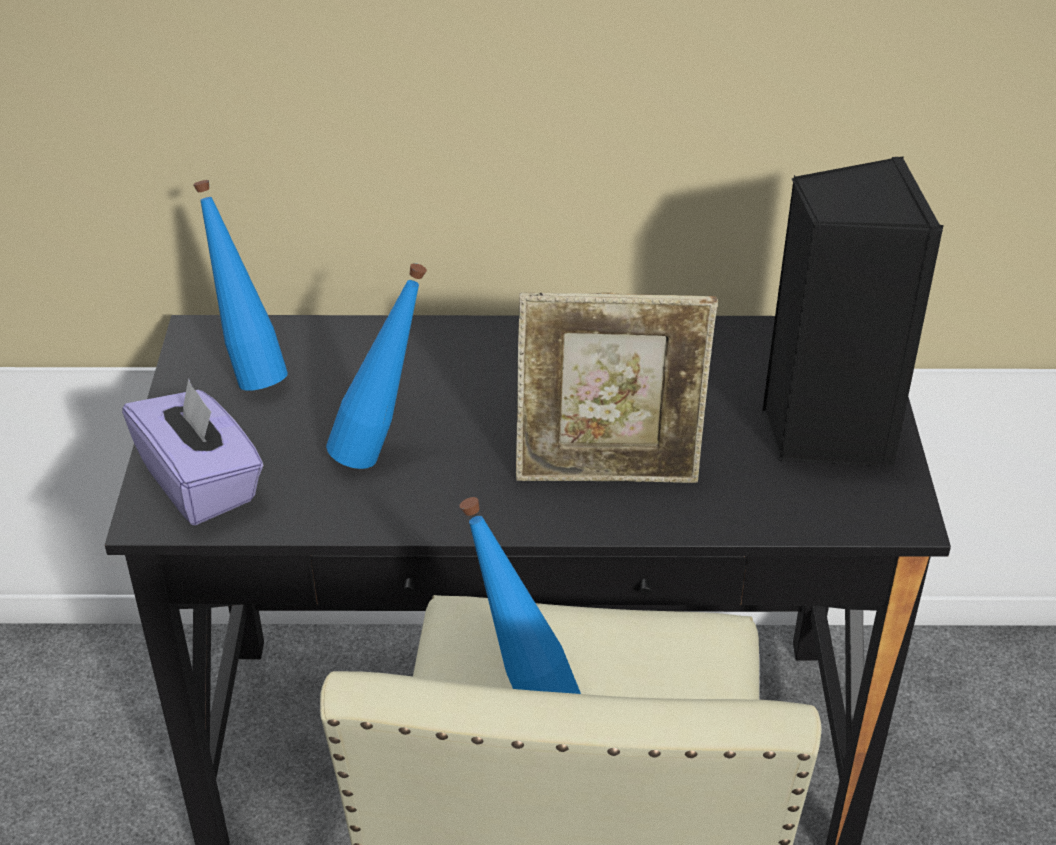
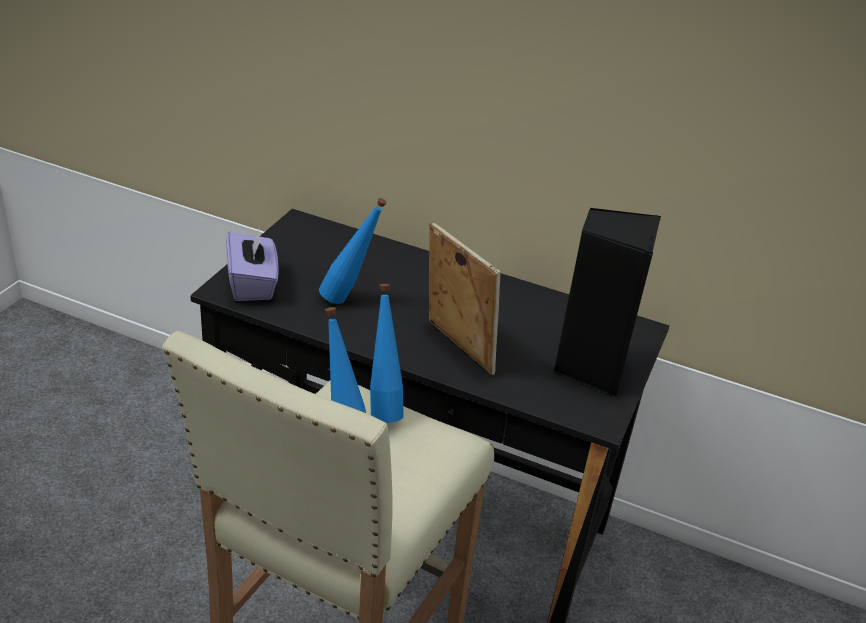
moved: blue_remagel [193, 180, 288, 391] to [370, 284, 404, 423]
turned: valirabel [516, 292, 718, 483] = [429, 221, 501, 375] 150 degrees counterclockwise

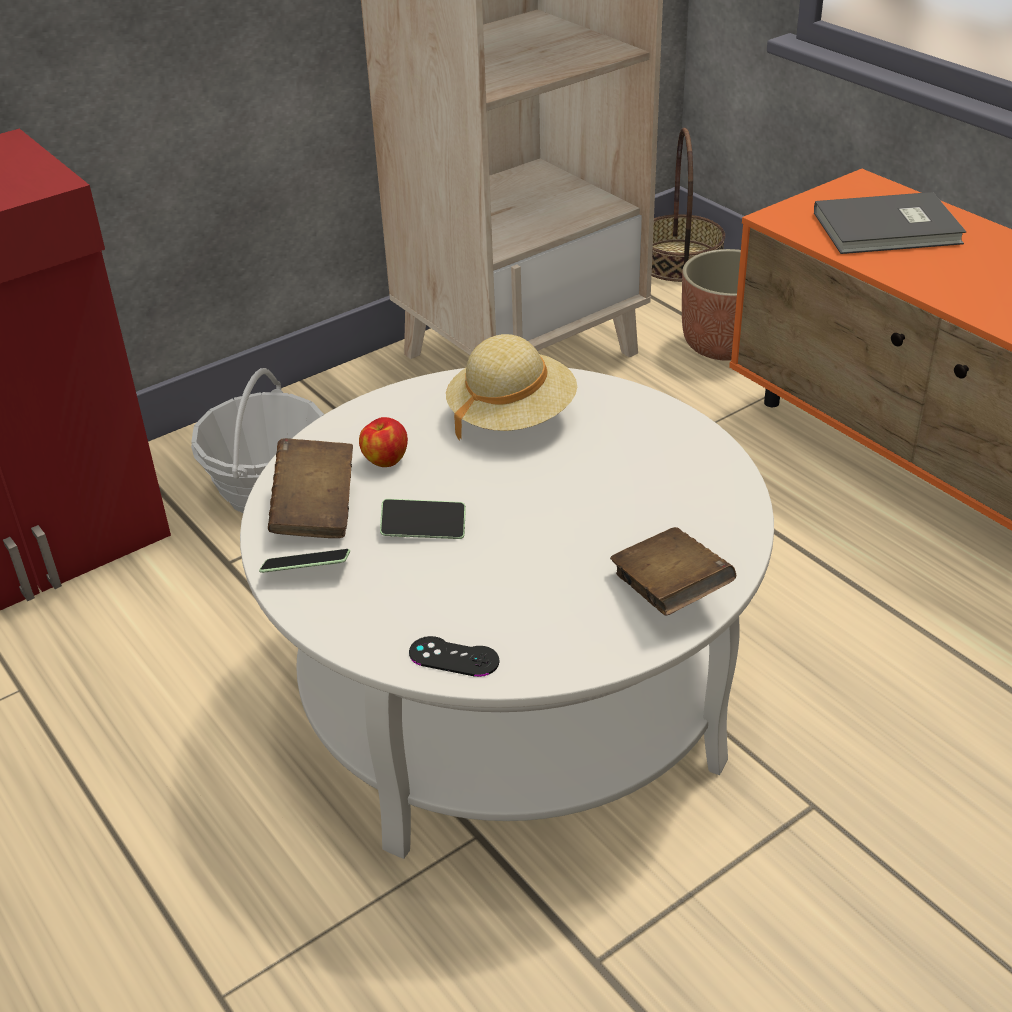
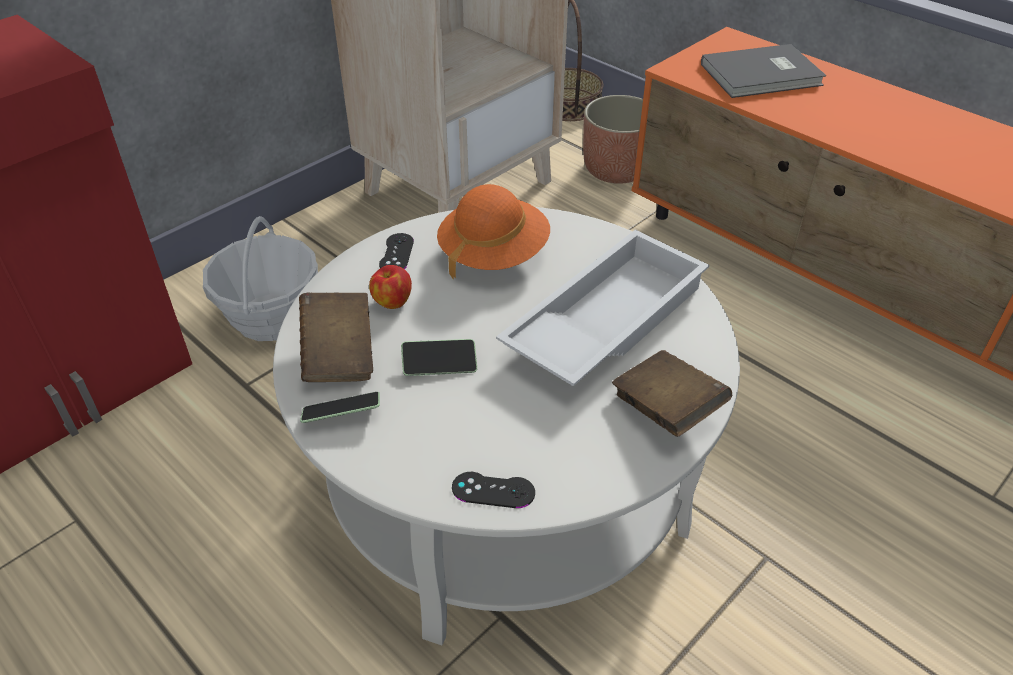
added: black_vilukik [379, 233, 414, 269]; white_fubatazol [496, 230, 709, 386]
recoloured: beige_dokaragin [446, 334, 577, 441] to orange_dokaragin [437, 184, 550, 280]

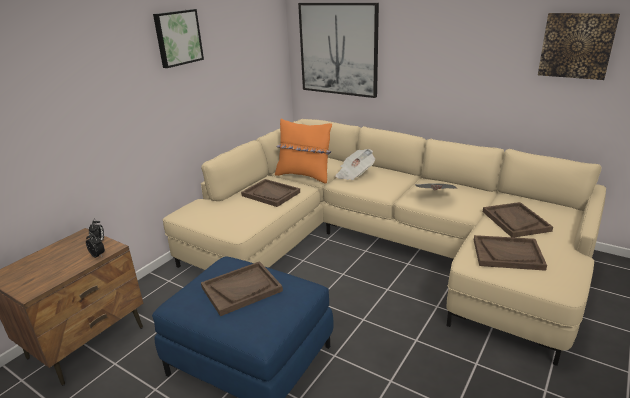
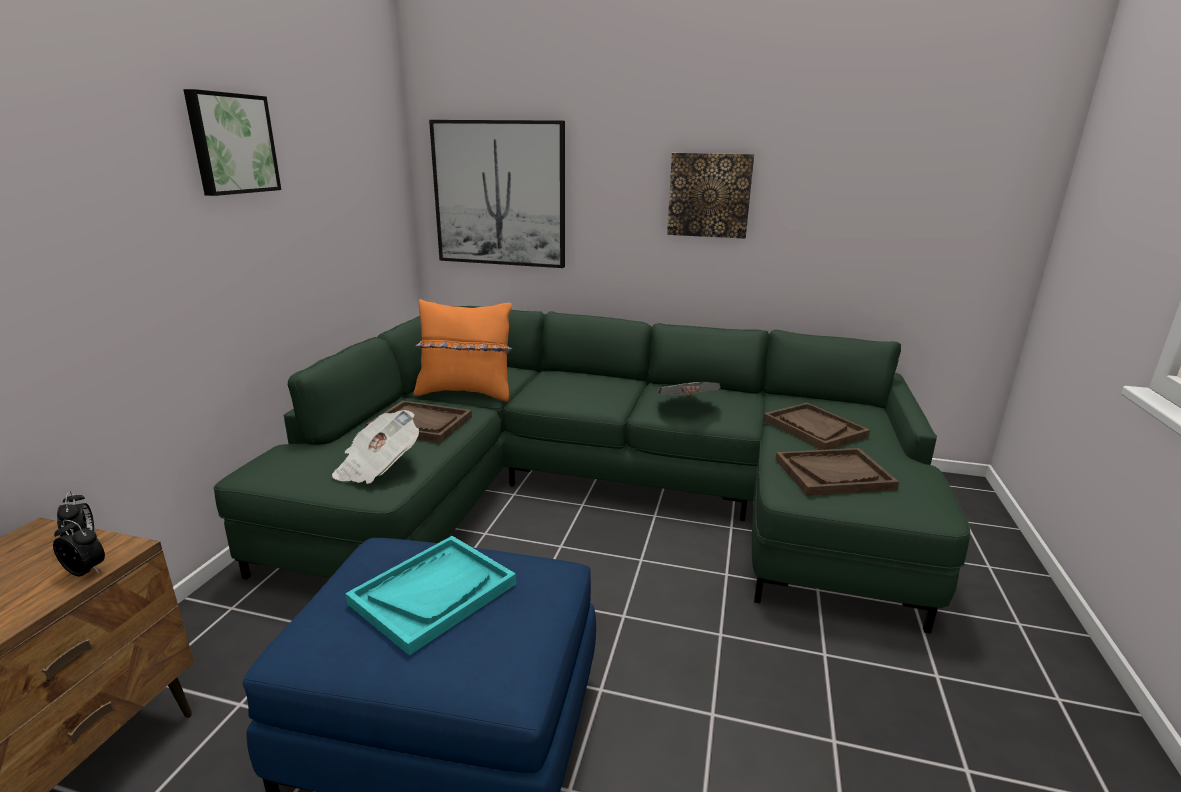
moved: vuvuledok [335, 149, 375, 180] to [332, 410, 419, 484]; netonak [538, 13, 620, 80] to [667, 153, 754, 239]
recoloured: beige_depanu [163, 119, 606, 366] to green_depanu [213, 306, 970, 634]; brown_fubatazol [201, 261, 283, 316] to turquoise_fubatazol [345, 536, 516, 656]

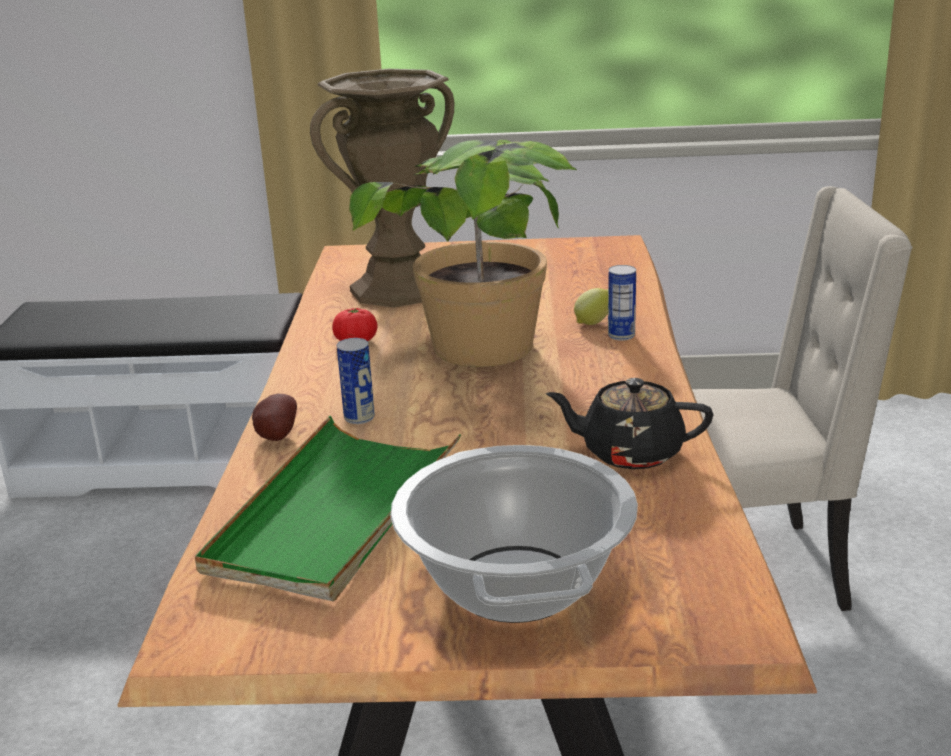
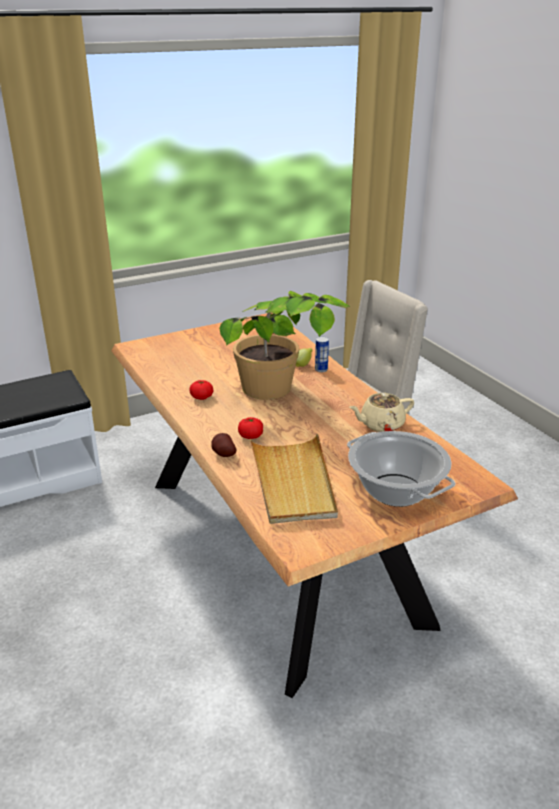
removed: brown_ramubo [310, 69, 454, 307]
replaced: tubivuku [337, 338, 375, 424] to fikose [238, 417, 263, 439]
recoloured: green_fubatazol [195, 416, 461, 601] to beige_fubatazol [250, 434, 338, 524]; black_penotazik [545, 378, 713, 469] to beige_penotazik [349, 393, 414, 432]

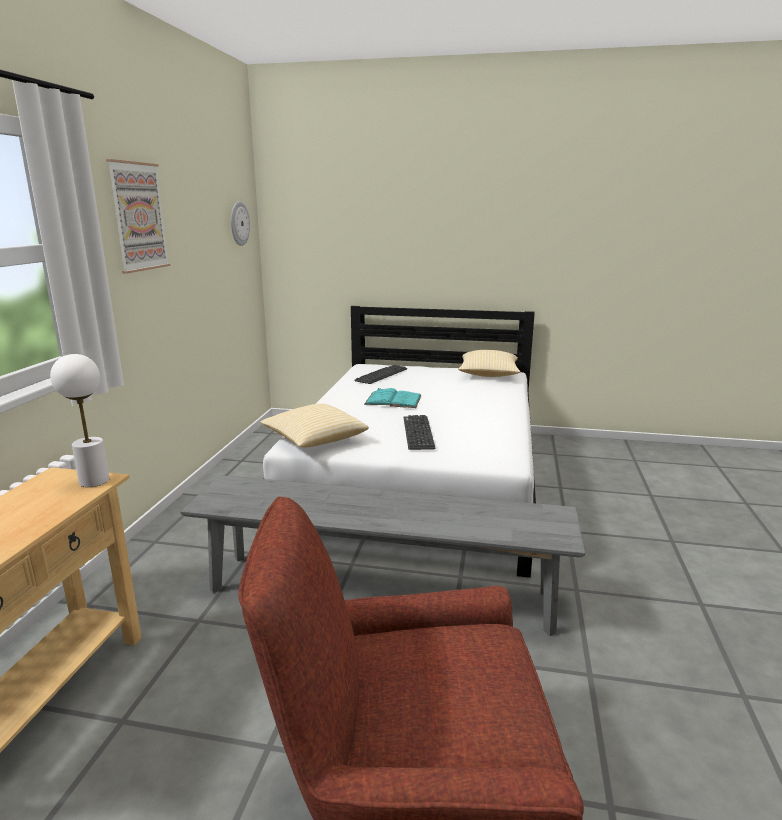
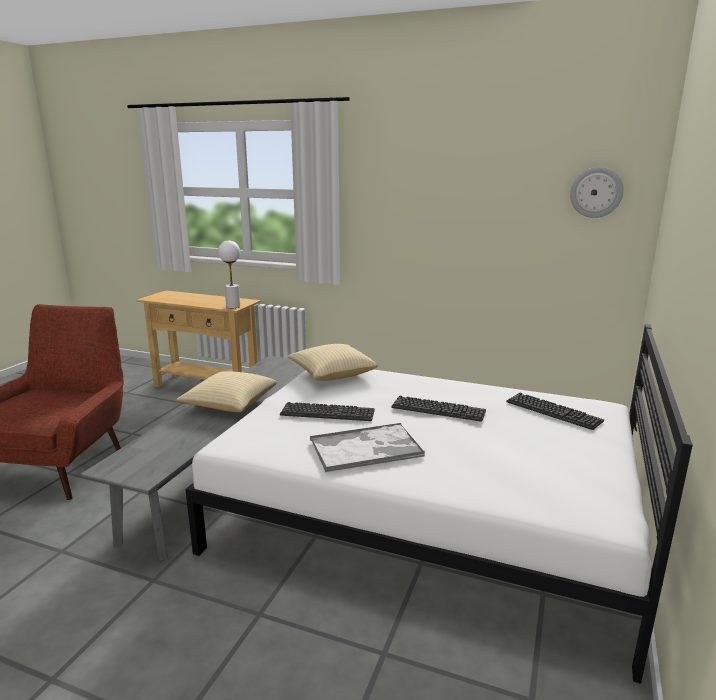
removed: netonak [106, 159, 170, 273]
added: fubatazol [310, 423, 425, 472]
moved: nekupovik [458, 350, 520, 377] to [176, 371, 277, 412]
replaced: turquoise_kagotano [364, 388, 422, 408] to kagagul [391, 396, 486, 422]

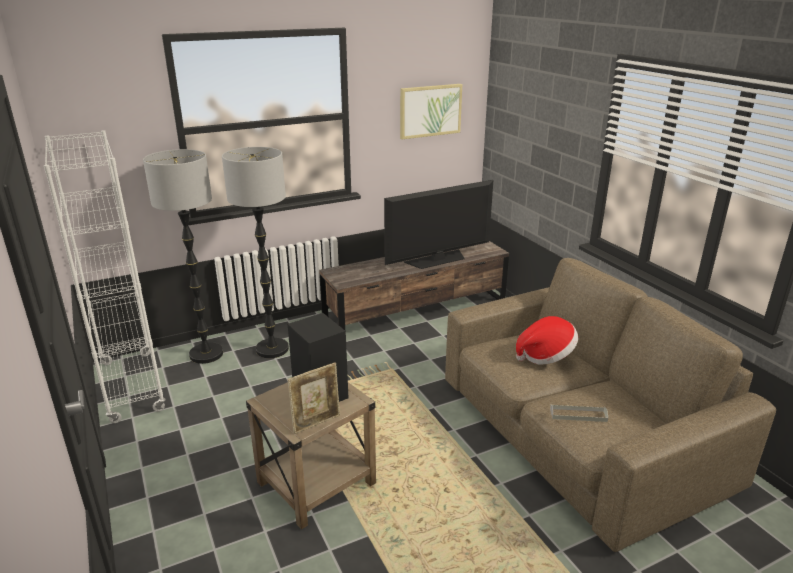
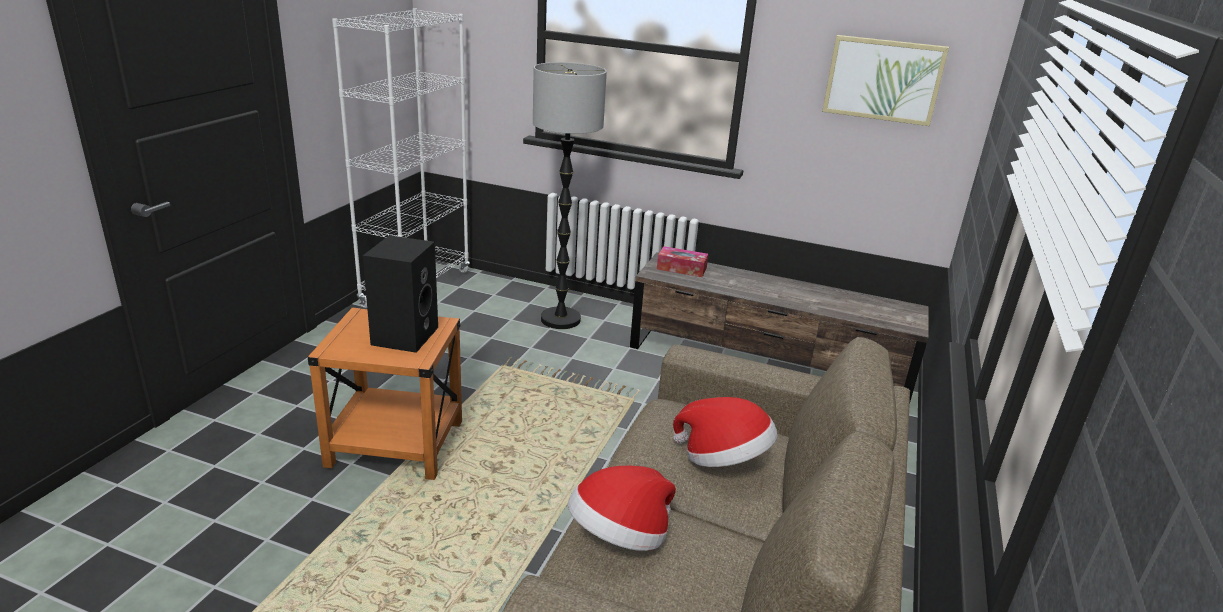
removed: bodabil [143, 149, 223, 364]; valirabel [288, 363, 340, 434]; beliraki [384, 180, 493, 269]
added: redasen [657, 246, 708, 277]
replaced: grey_fubatazol [550, 405, 608, 422] to dokaragin [568, 466, 676, 551]
recoloured: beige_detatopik [246, 382, 376, 529] to orange_detatopik [308, 308, 462, 480]

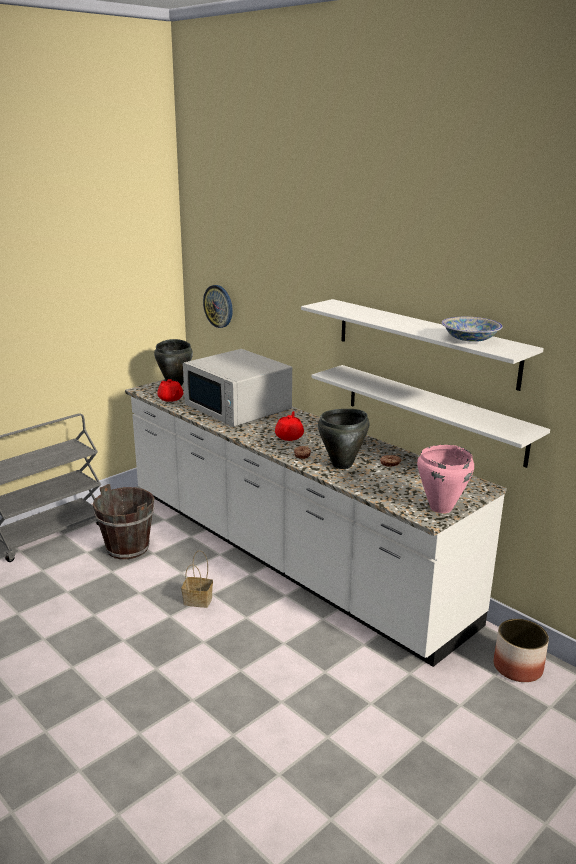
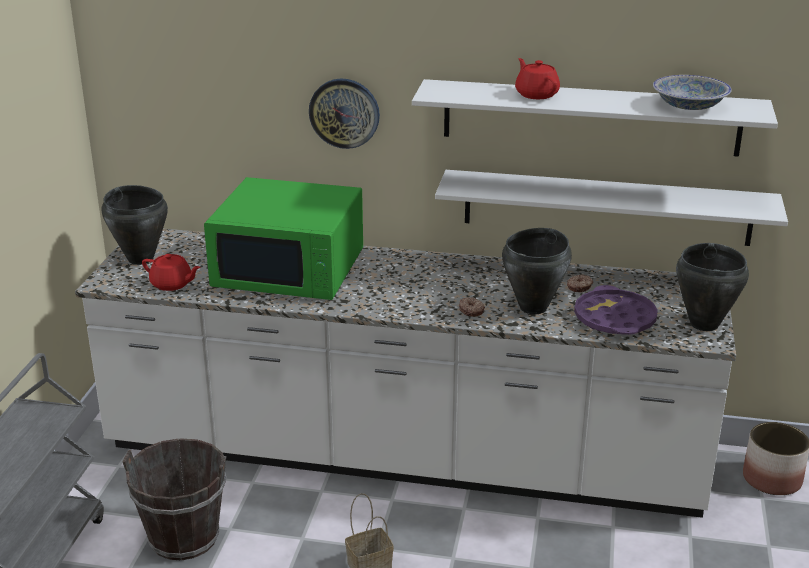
added: purple_fubatazol [574, 285, 658, 335]
moved: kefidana [203, 285, 233, 328] to [309, 79, 380, 149]; red_penotazik [275, 411, 304, 441] to [515, 58, 560, 99]
recoloured: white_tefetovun [183, 349, 292, 427] to green_tefetovun [204, 177, 363, 300]; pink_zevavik [417, 445, 474, 513] to black_zevavik [676, 243, 749, 331]

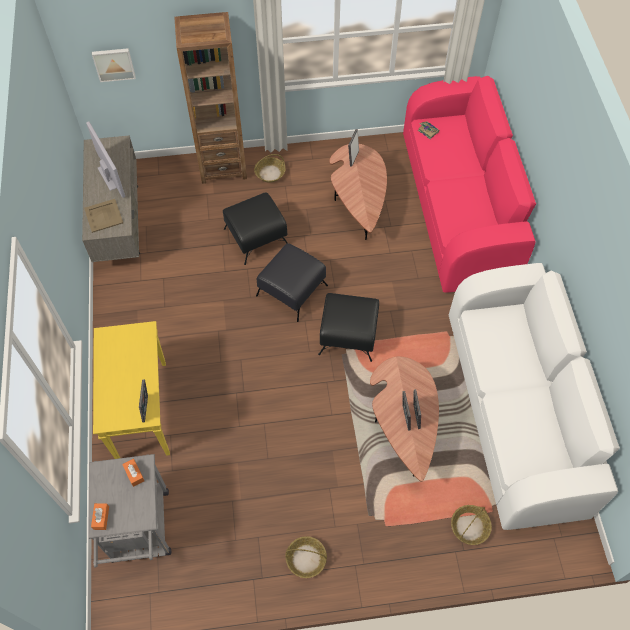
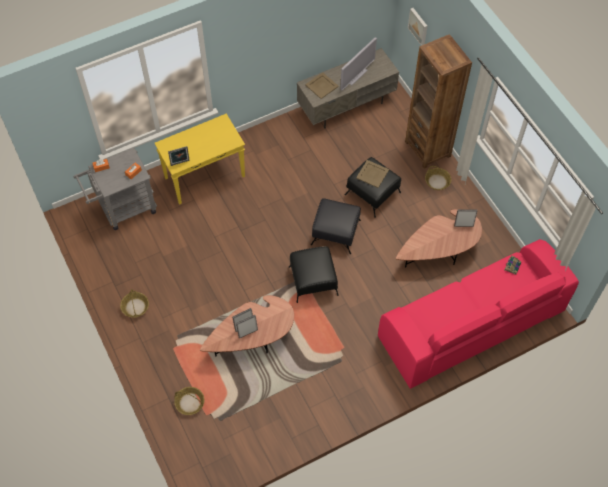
removed: white_depanu [449, 263, 620, 530]
added: beige_fubatazol [356, 160, 389, 188]

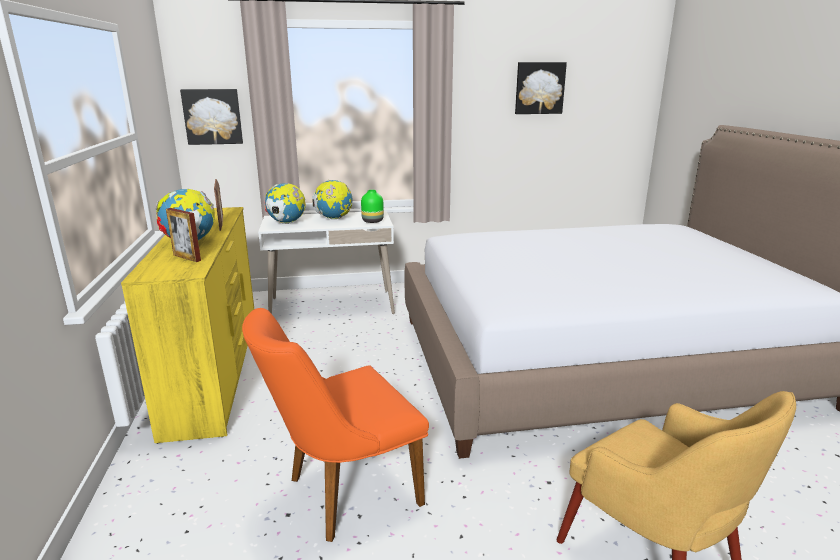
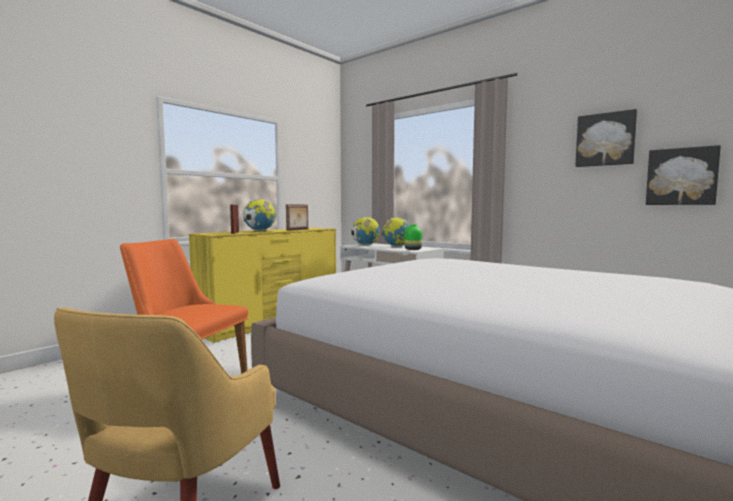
moved: netonak [180, 89, 243, 145] to [646, 145, 721, 205]

